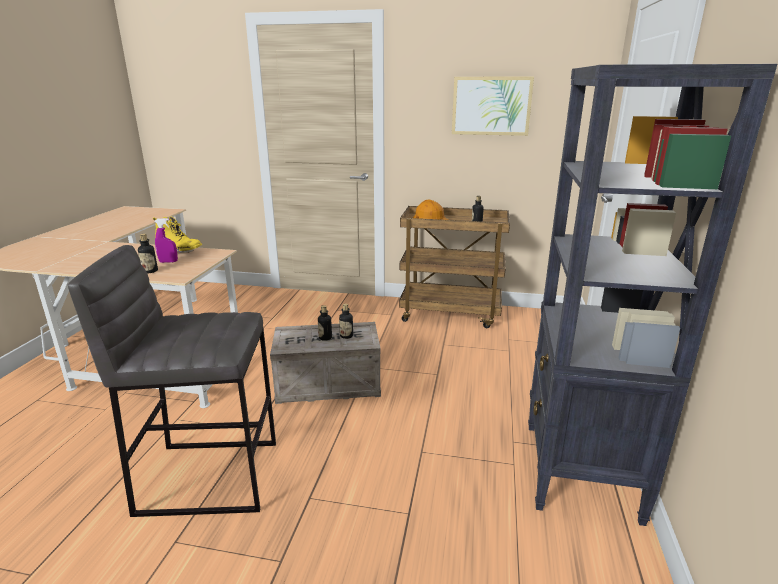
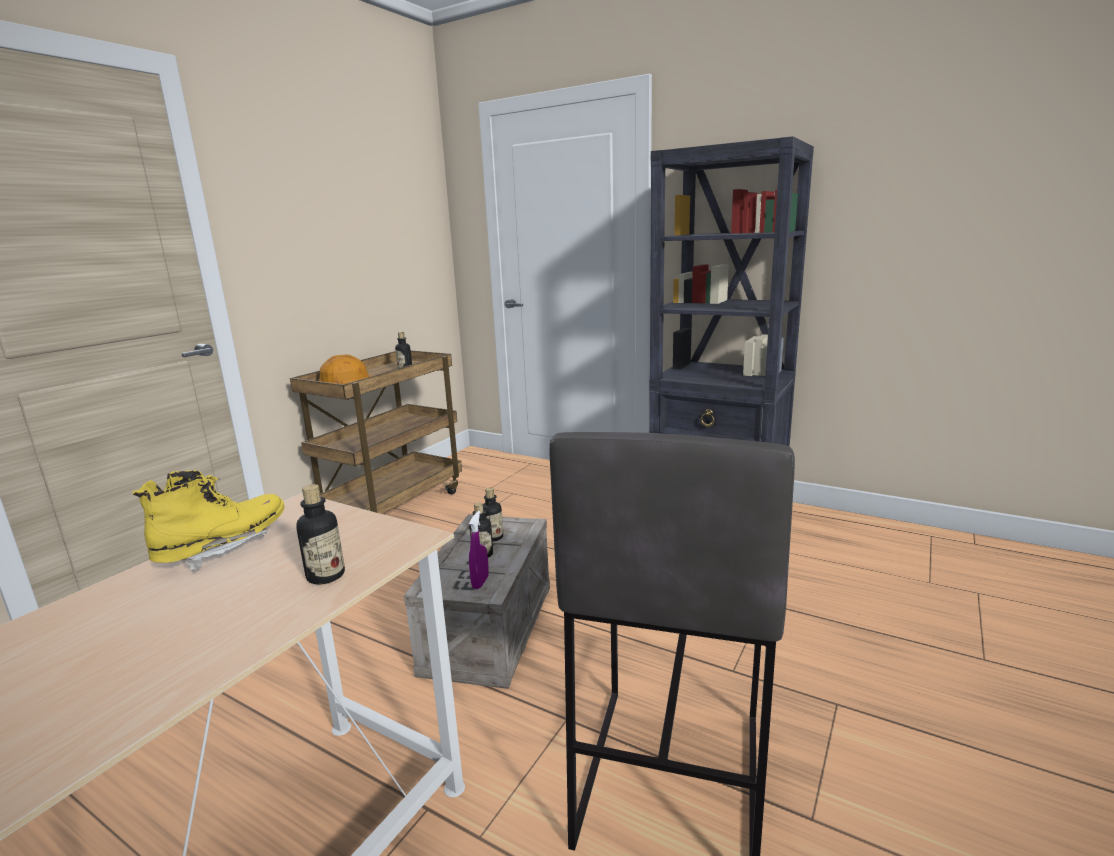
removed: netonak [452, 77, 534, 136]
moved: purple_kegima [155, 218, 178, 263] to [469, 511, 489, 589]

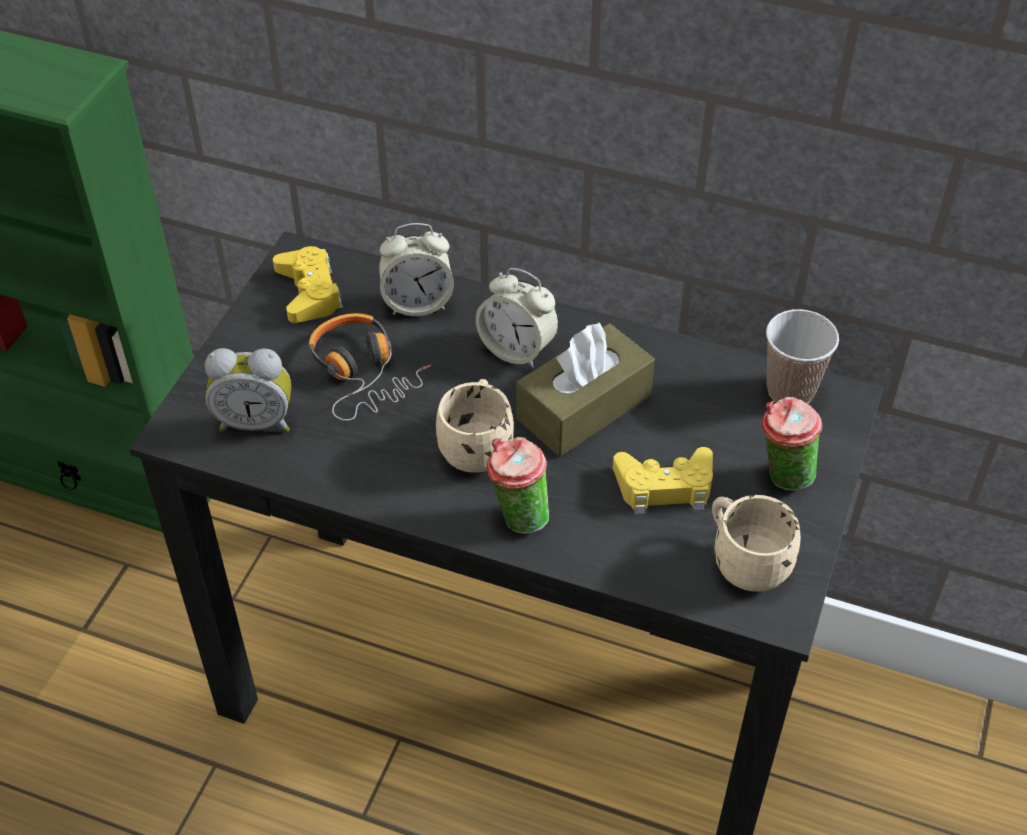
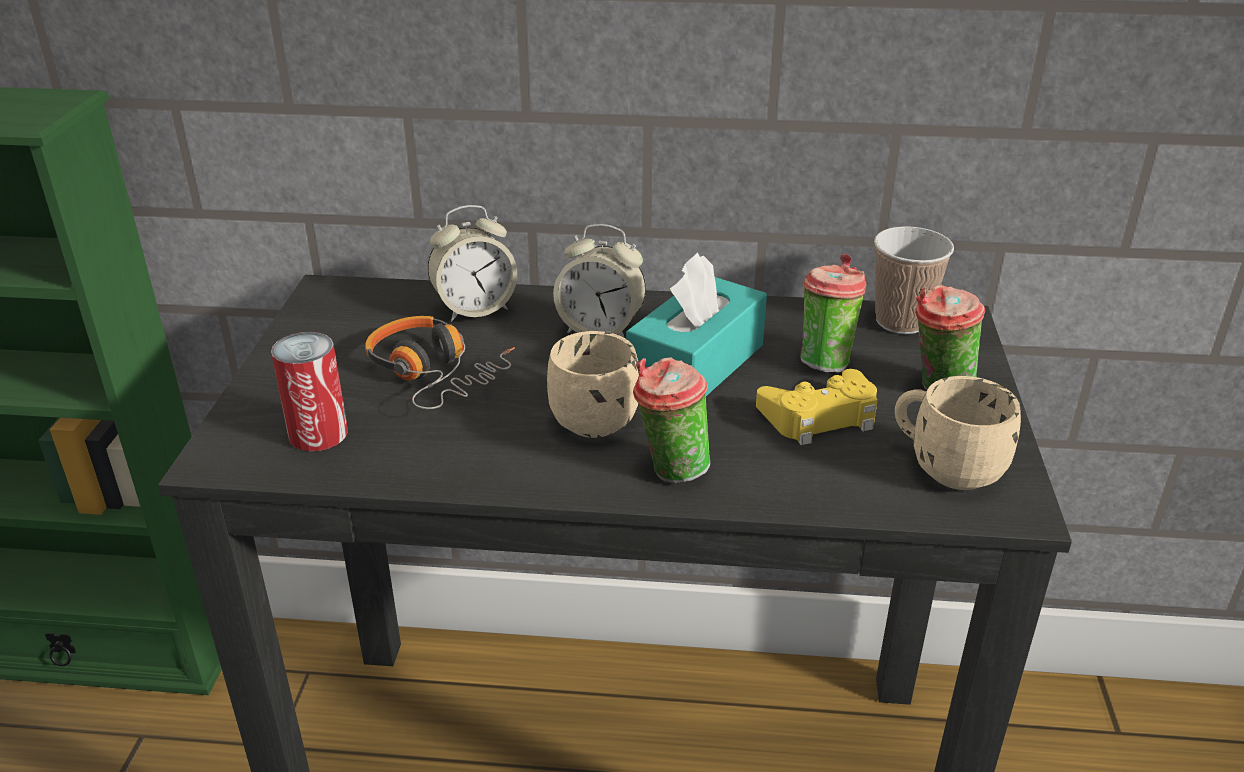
removed: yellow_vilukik [273, 246, 343, 323]
added: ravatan [801, 254, 866, 373]
replaced: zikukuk [205, 348, 291, 432] to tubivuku [271, 332, 348, 451]
recoloured: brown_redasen [516, 323, 655, 456] to turquoise_redasen [626, 252, 767, 396]

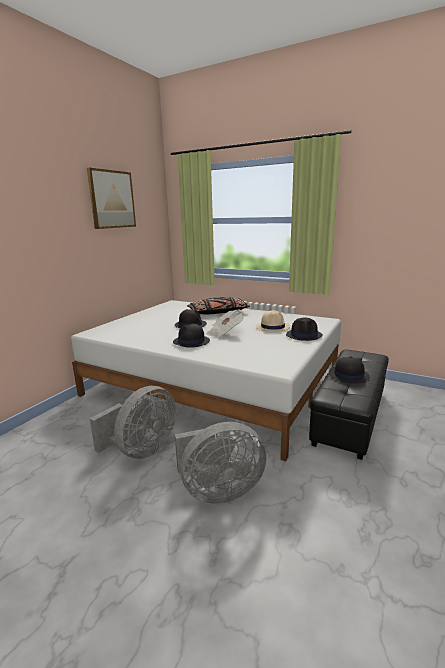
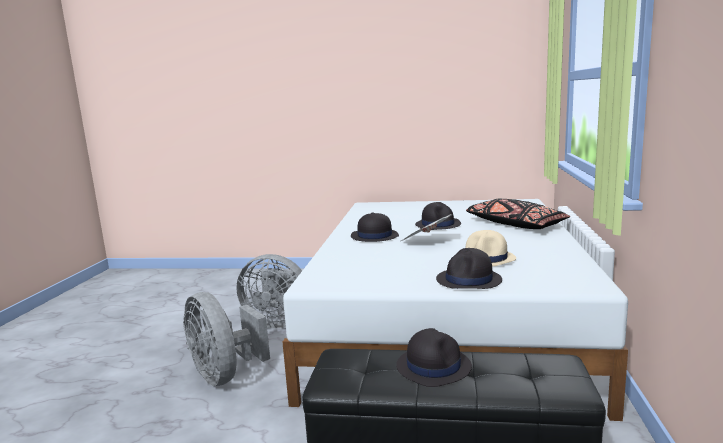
removed: netonak [87, 168, 136, 229]

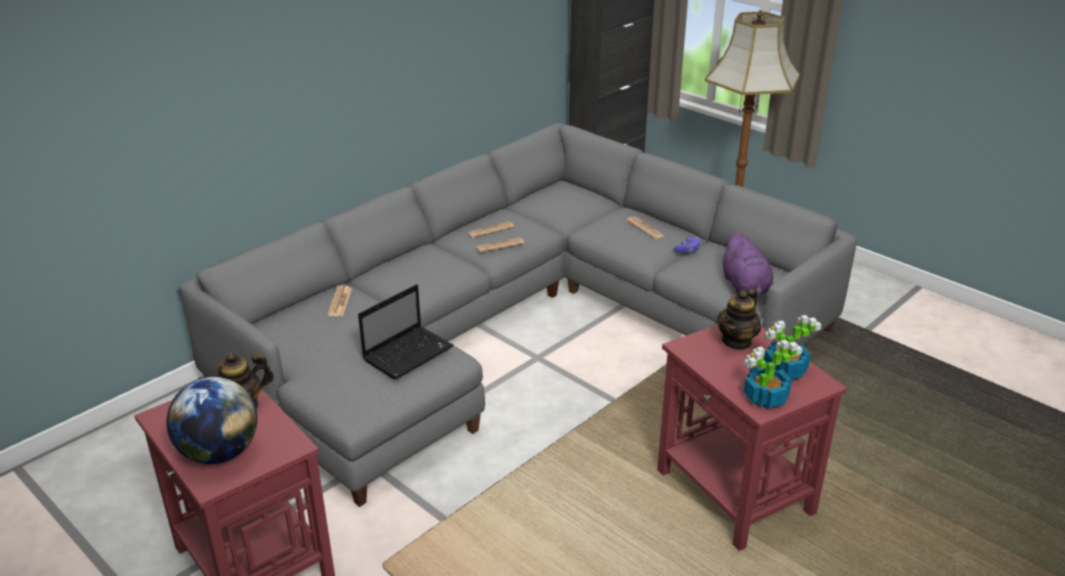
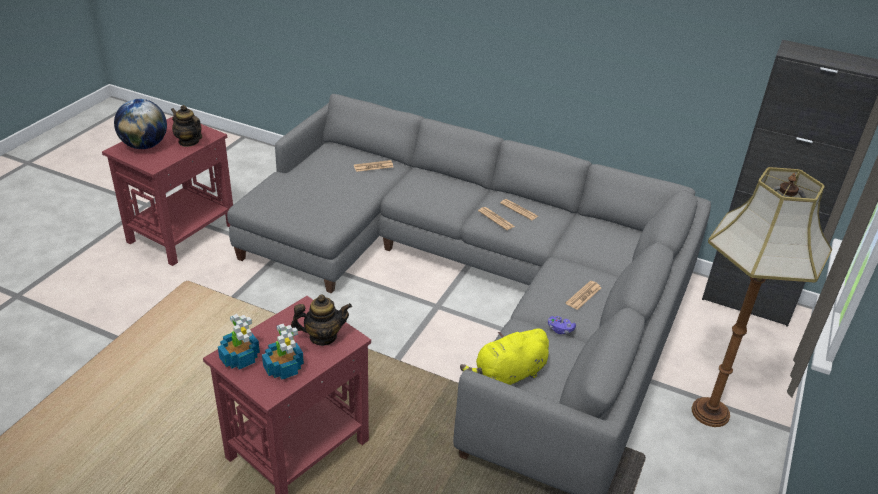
removed: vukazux [358, 284, 454, 380]
recoloured: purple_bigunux [722, 232, 773, 298] to yellow_bigunux [460, 328, 549, 385]
turned: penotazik [717, 288, 761, 350] = [291, 294, 352, 346] 150 degrees clockwise

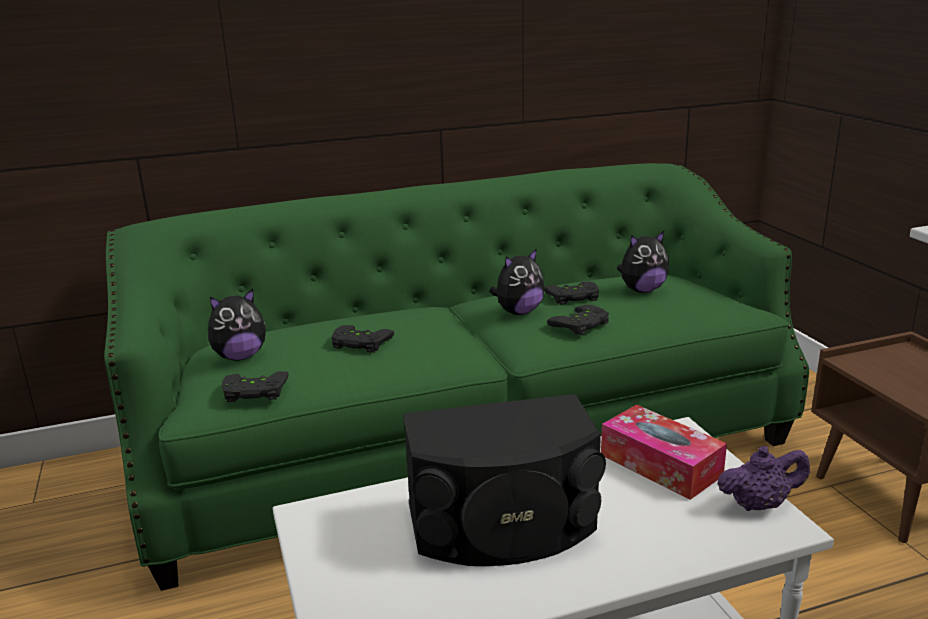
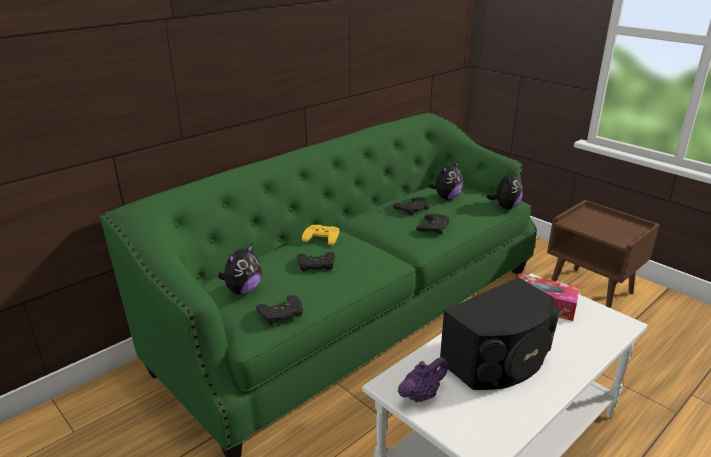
added: yellow_vilukik [302, 225, 339, 246]
moved: purple_penotazik [717, 446, 810, 511] to [398, 357, 448, 403]; bigunux [489, 248, 545, 315] to [486, 169, 523, 209]

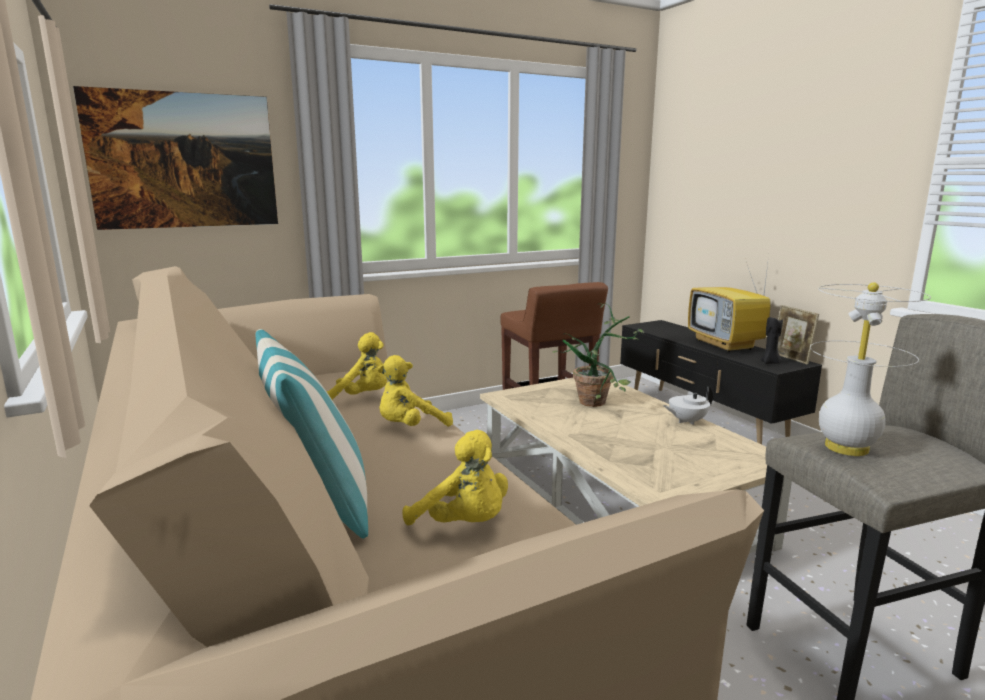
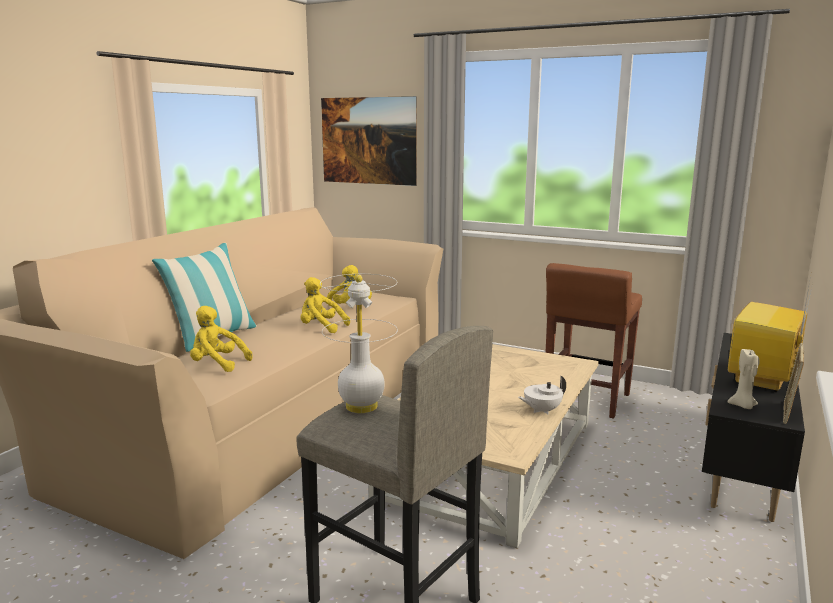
removed: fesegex [553, 303, 644, 407]
recoloured: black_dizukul [761, 316, 783, 364] to beige_dizukul [728, 349, 760, 409]
turned: yellow_bigunux [402, 430, 508, 525] = [190, 306, 252, 372] 105 degrees clockwise; white_penotazik [663, 386, 713, 425] = [518, 376, 566, 414] 60 degrees counterclockwise

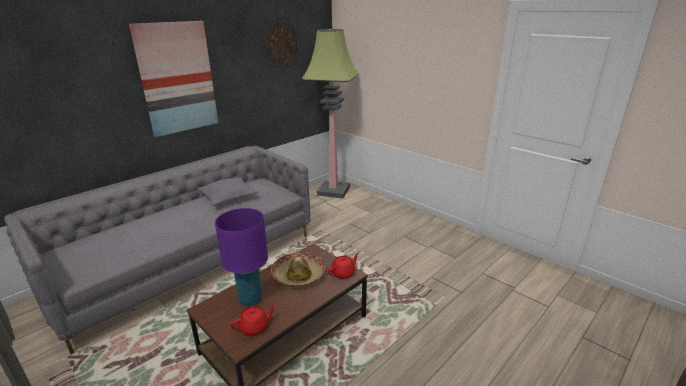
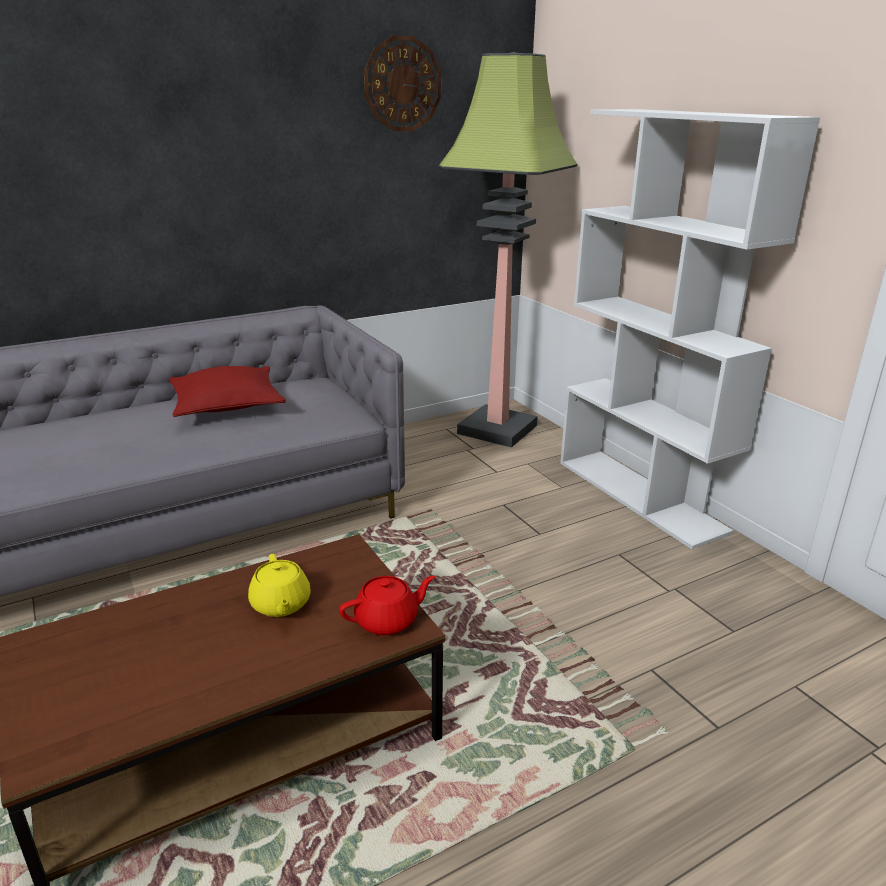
removed: netonak [129, 21, 218, 137]; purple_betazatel [215, 208, 268, 306]; red_penotazik [230, 305, 277, 335]
added: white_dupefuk [560, 109, 820, 549]
replaced: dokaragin [271, 252, 326, 287] to yellow_penotazik [248, 554, 311, 617]
recoloured: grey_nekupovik [197, 177, 259, 206] to red_nekupovik [169, 366, 286, 417]

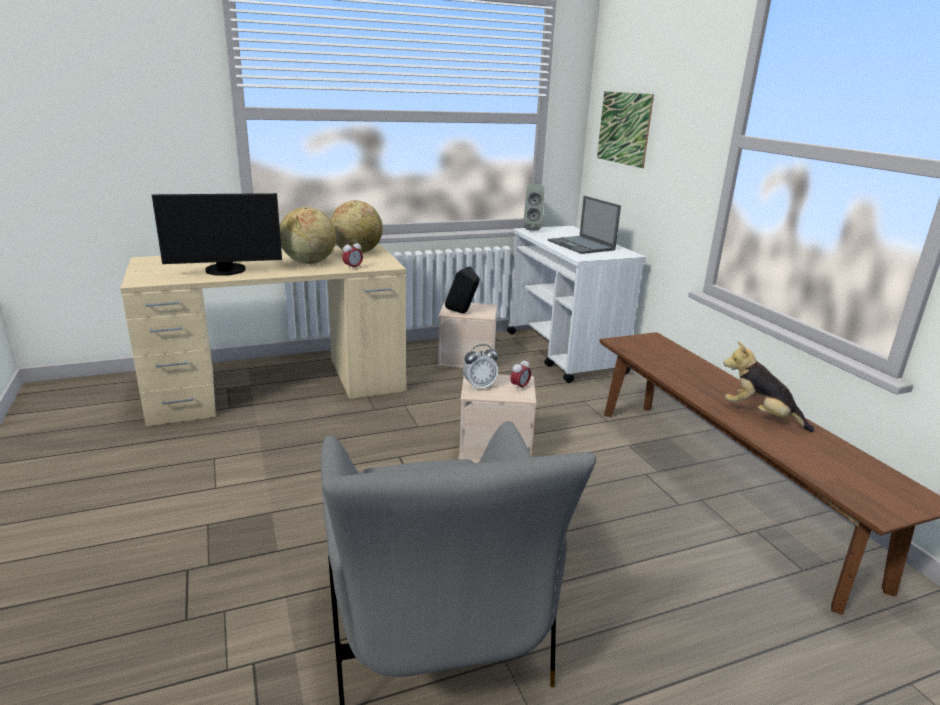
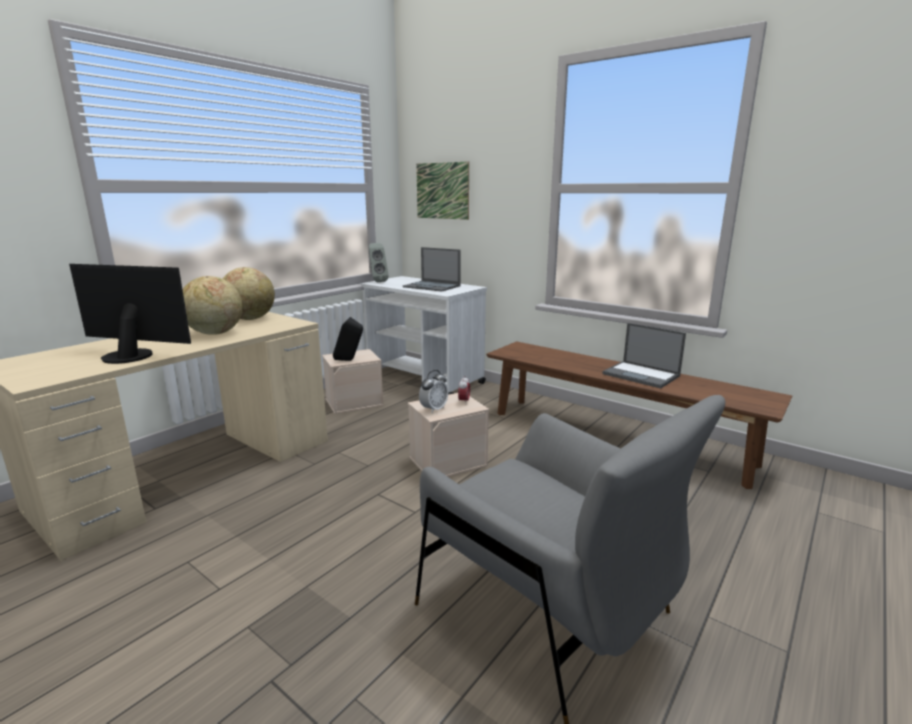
removed: zikukuk [342, 240, 363, 269]
replaced: bigunux [724, 341, 815, 432] to vukazux [602, 323, 686, 388]
turned: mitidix [152, 193, 282, 276] = [69, 264, 191, 364] 120 degrees counterclockwise

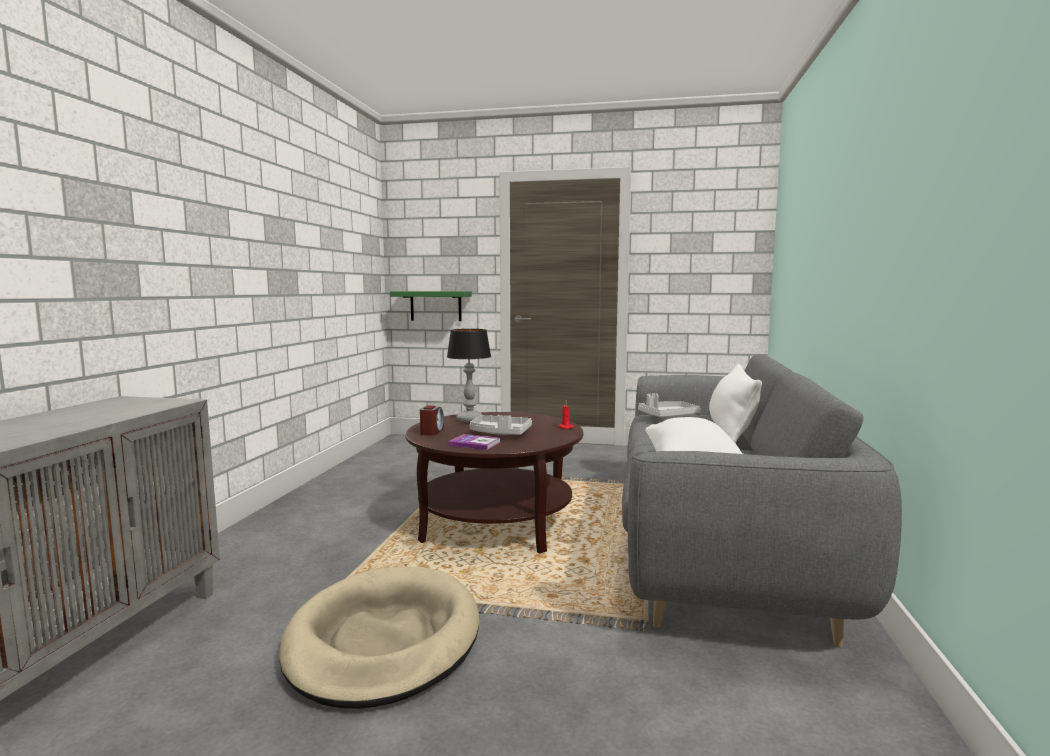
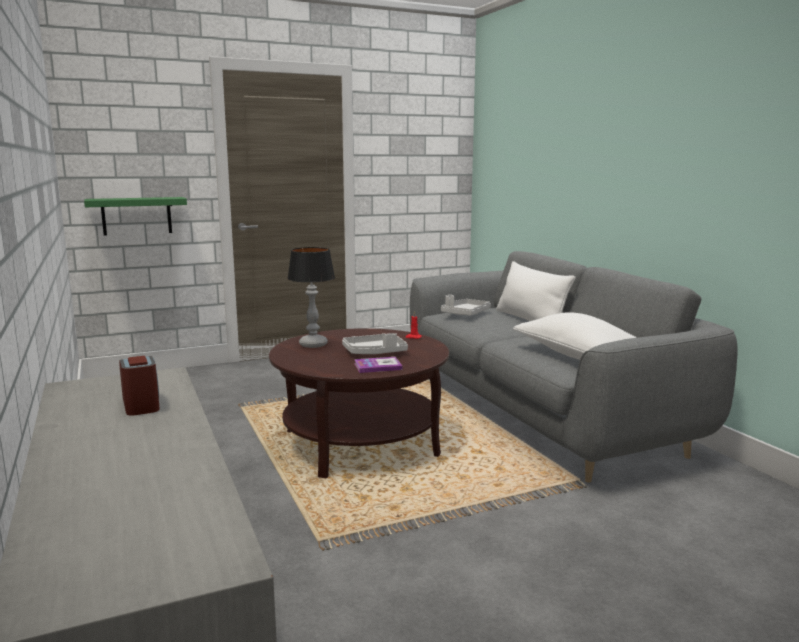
removed: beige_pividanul [279, 567, 479, 709]
moved: zikukuk [420, 405, 444, 435] to [119, 356, 160, 416]

